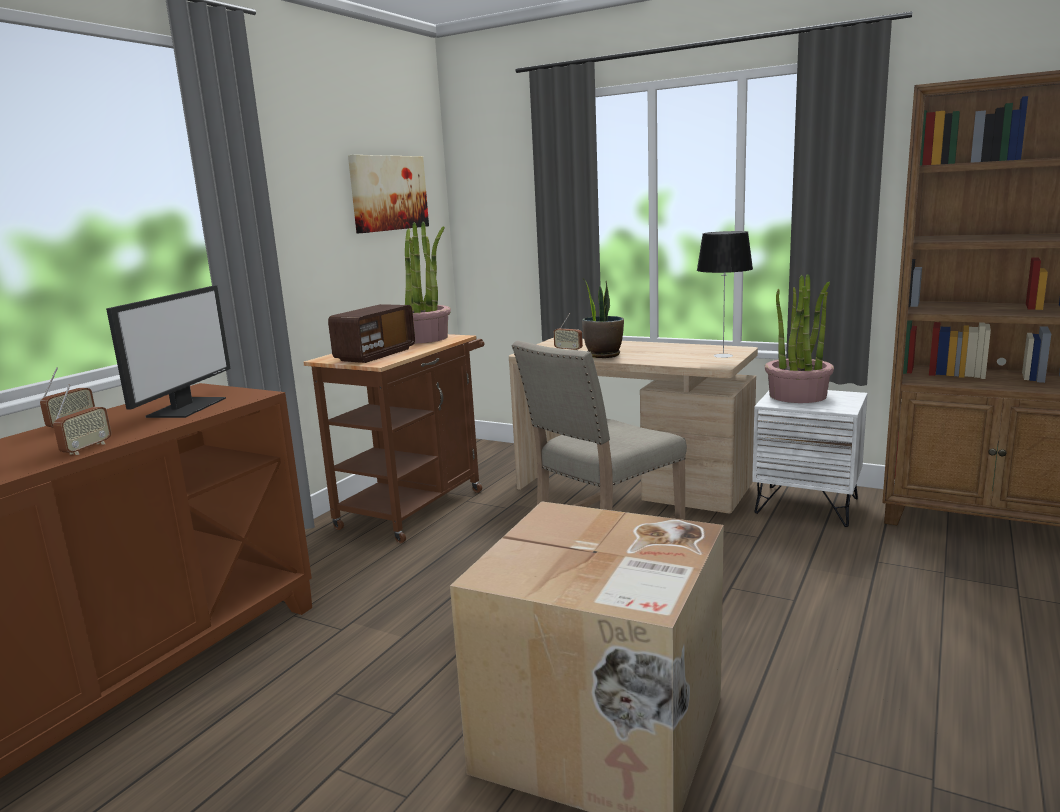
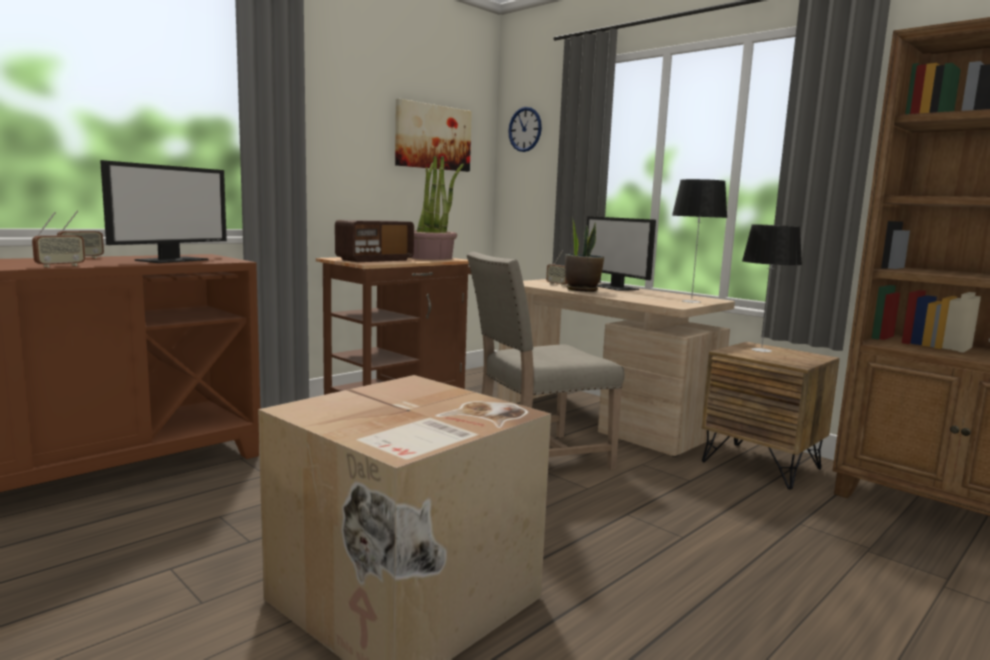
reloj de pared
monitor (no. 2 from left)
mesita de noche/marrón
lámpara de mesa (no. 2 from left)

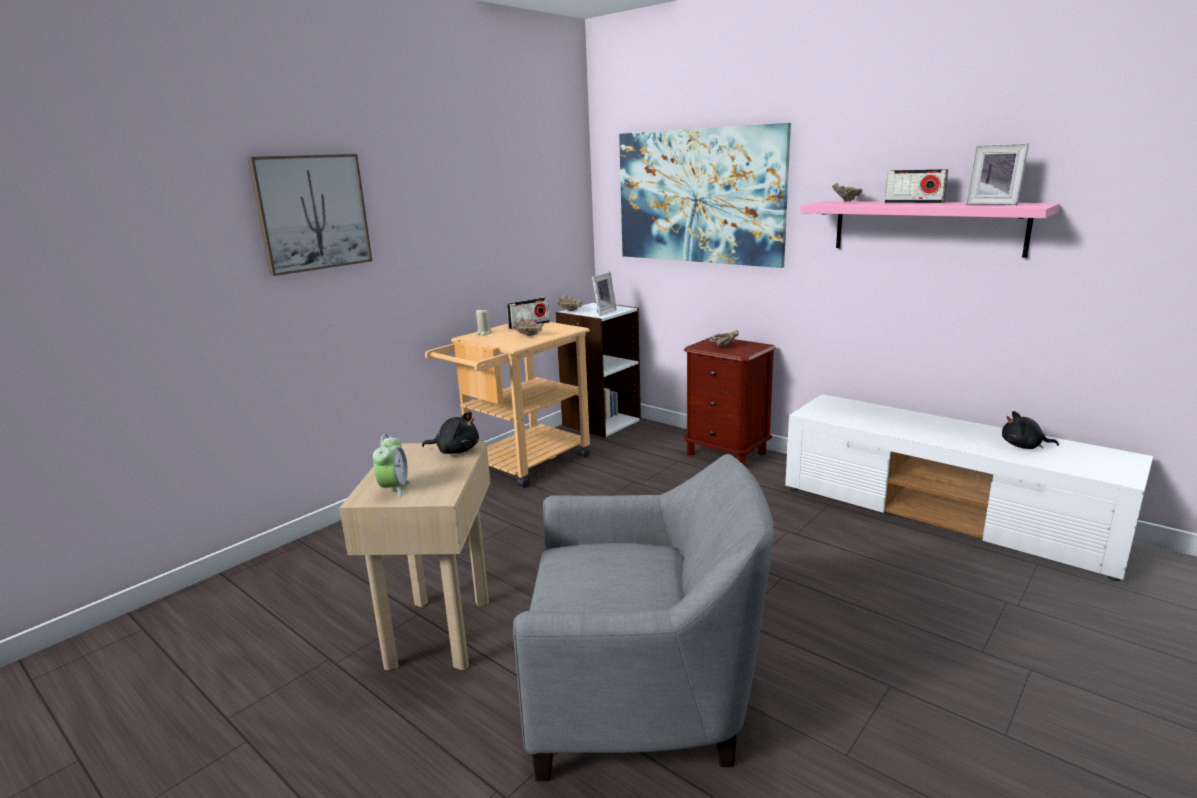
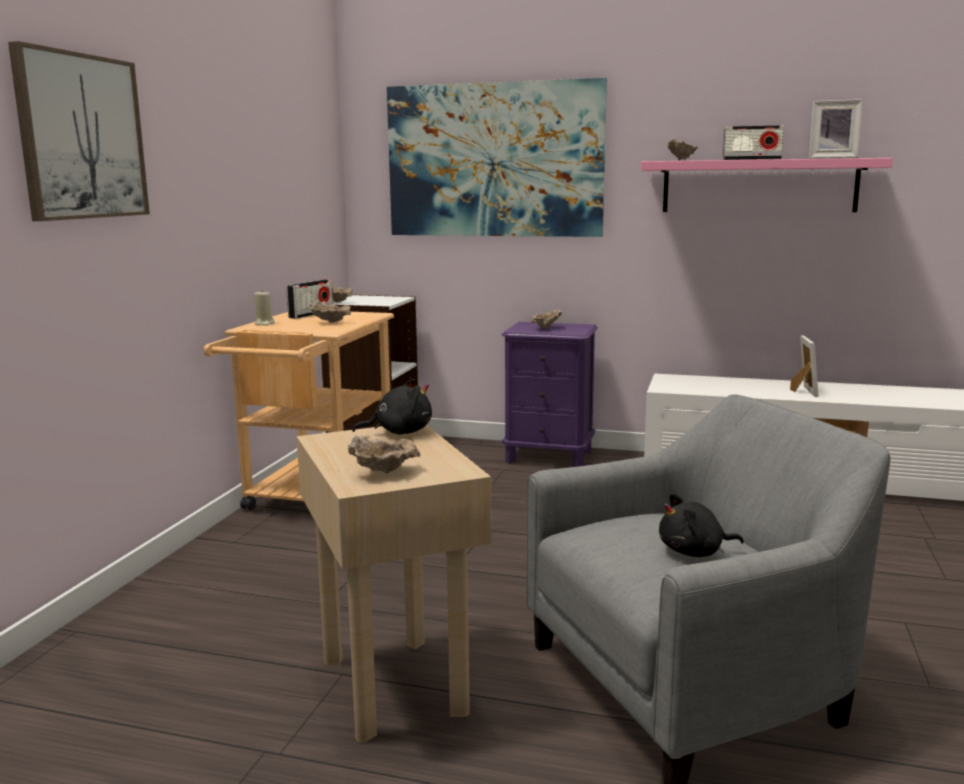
cuenco/beis (no. 3 from left)
mesita de noche/morado
peluche/negro (no. 2 from left)
portarretratos (no. 1 from left)

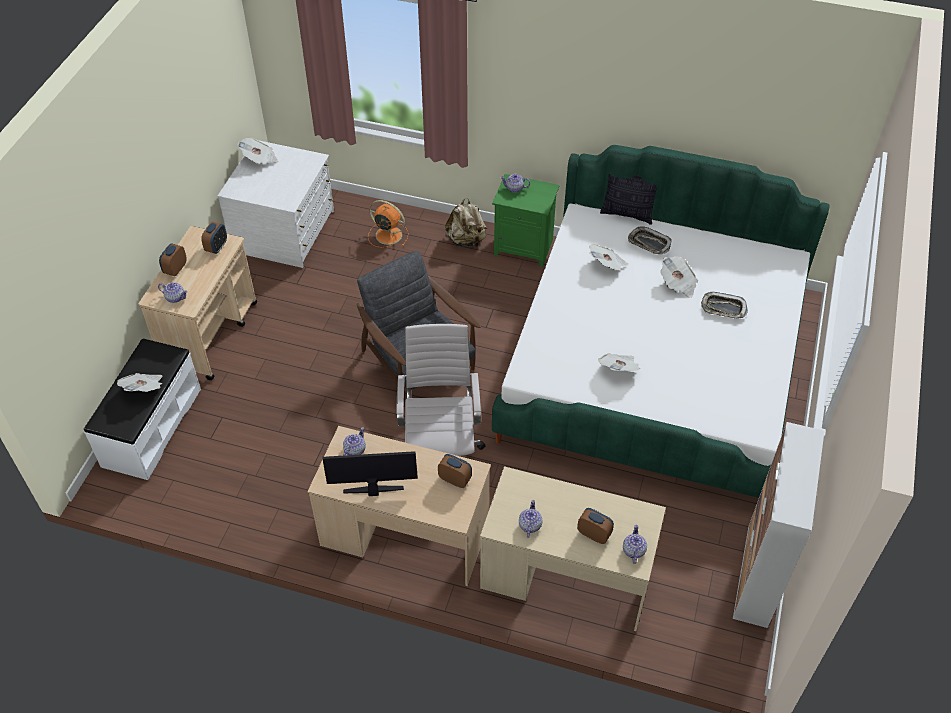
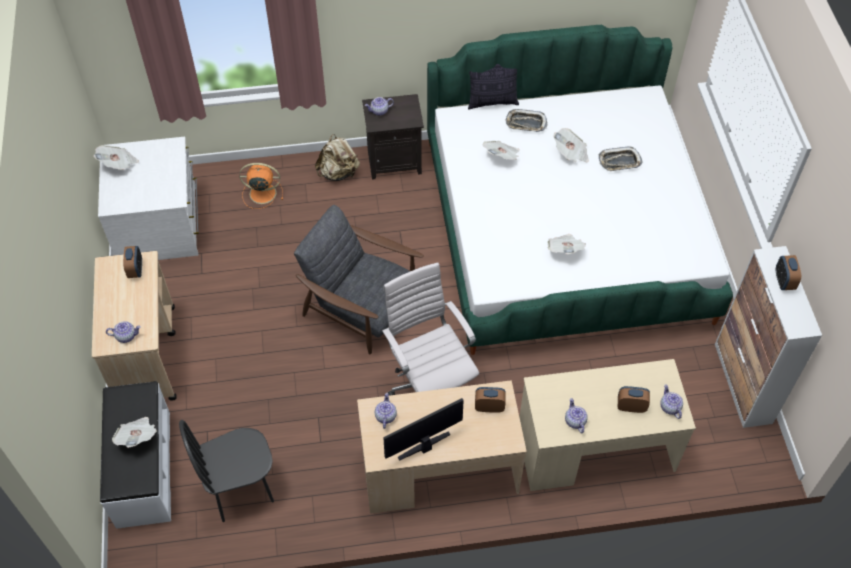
silla/negro
mesita de noche/negro
despertador (no. 4 from left)

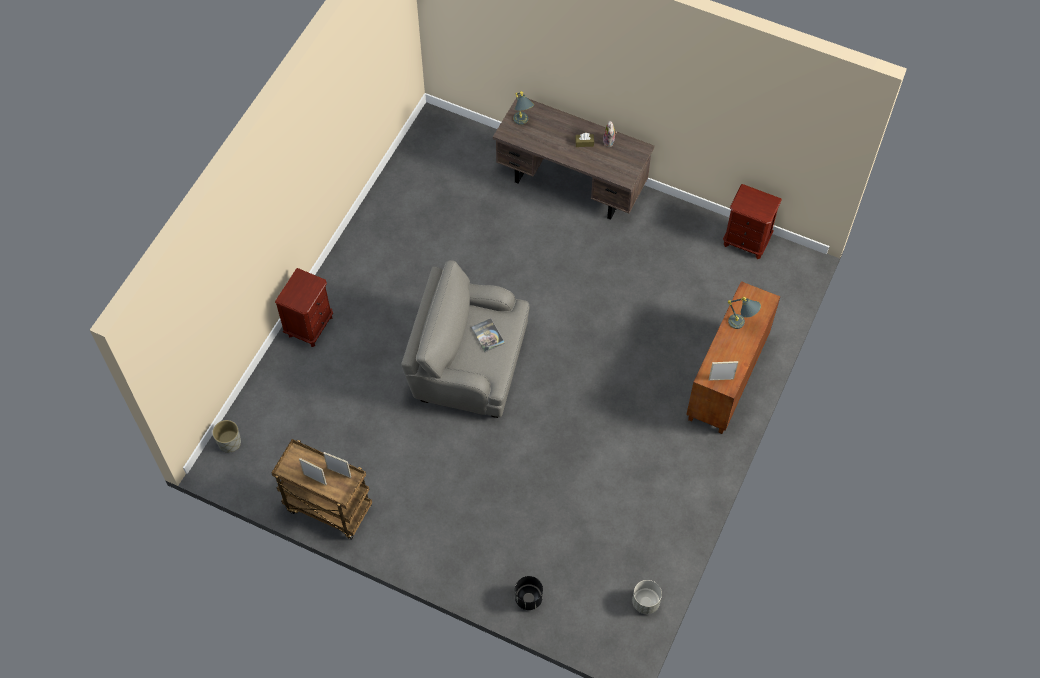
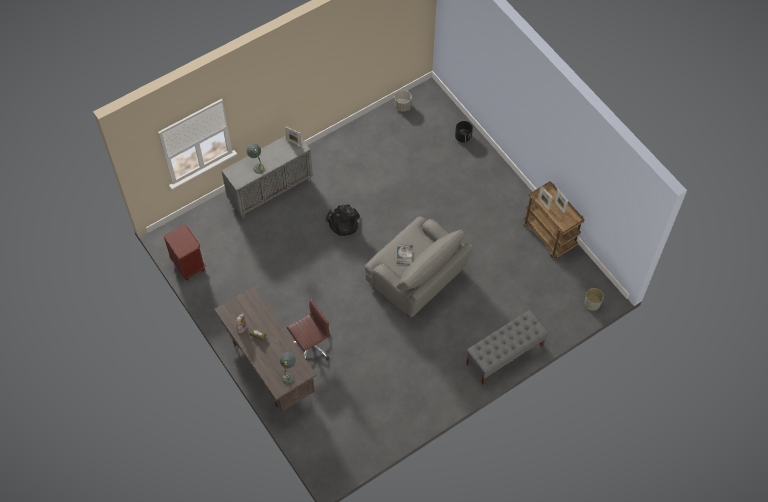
armario/gris
silla de oficina/marrón
mochila/negro
banco/gris

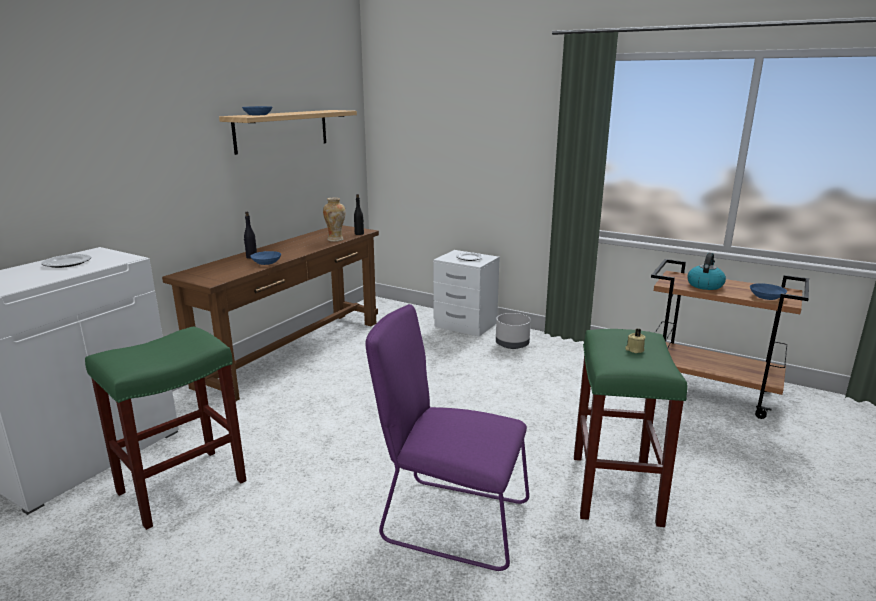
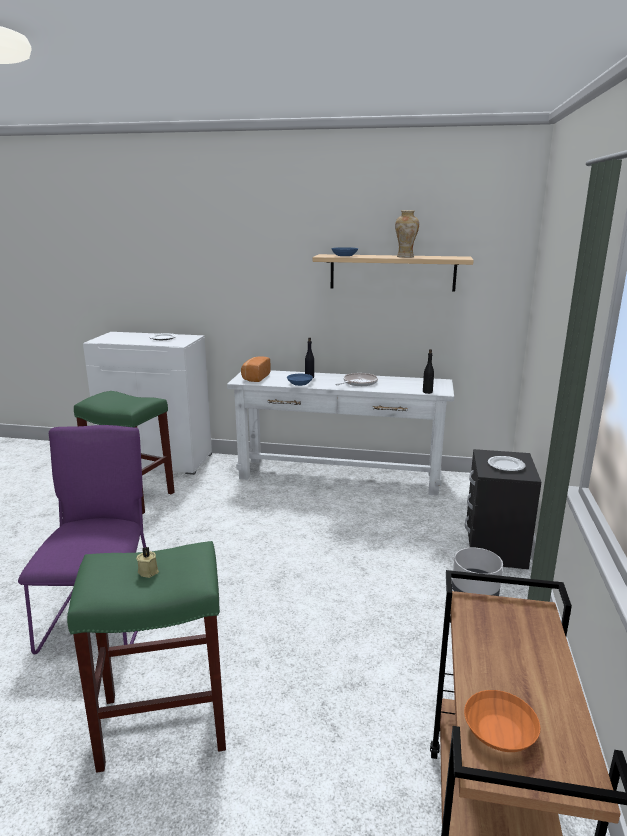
mesa consola/blanco
pan
sartén
florero
cuenco/naranja
mesita de noche/negro
hervidor

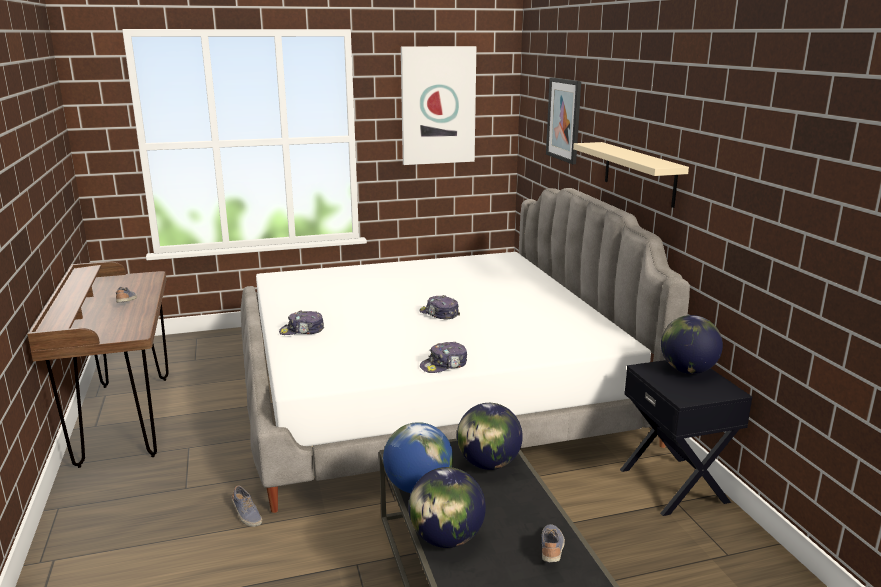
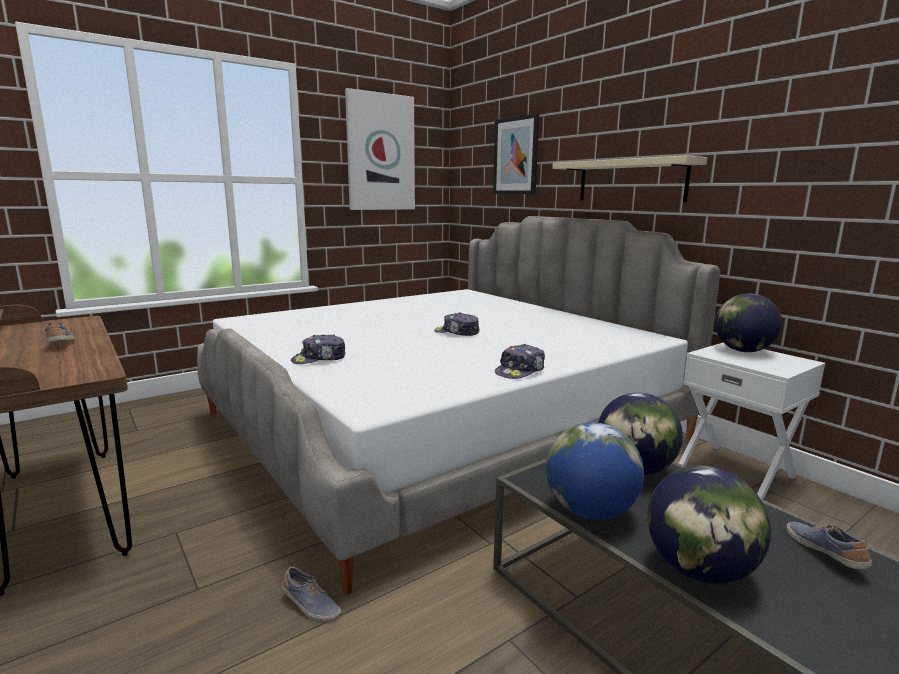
mesita de noche/blanco

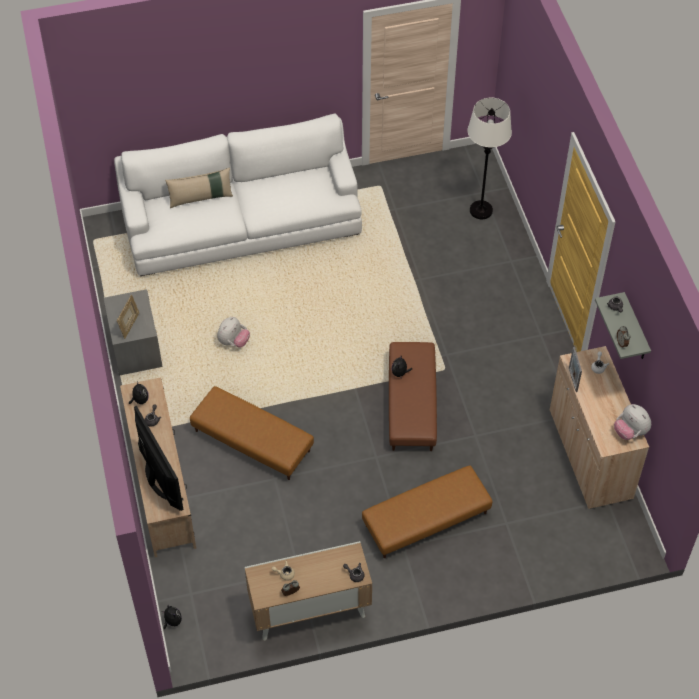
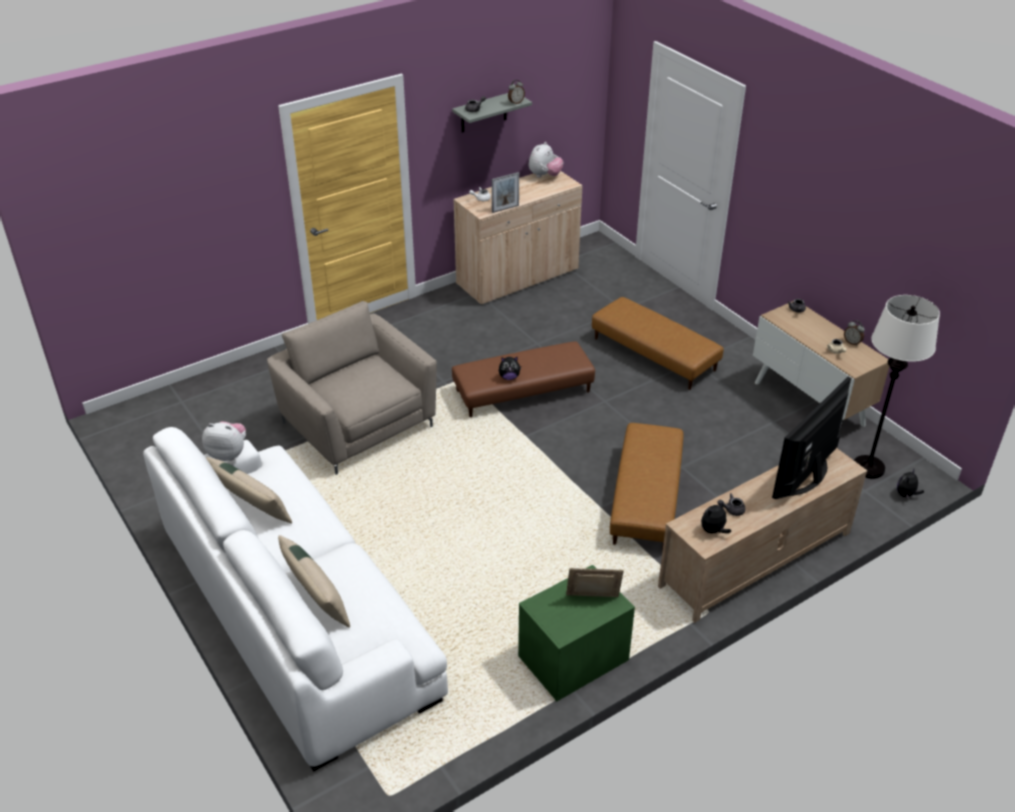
peluche (no. 1 from left)
cojín/beis (no. 1 from left)
sillón/beis
mesita de noche/verde
lámpara de pie/blanco

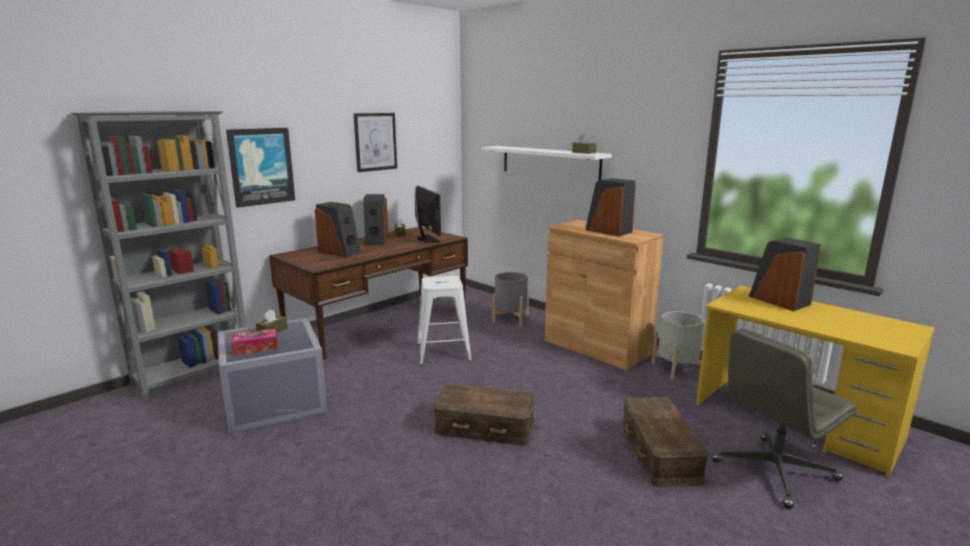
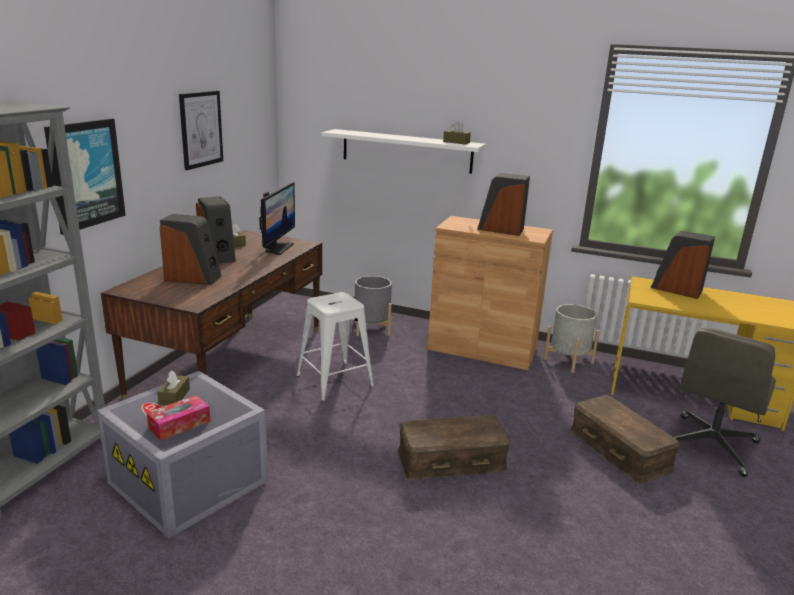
monitor

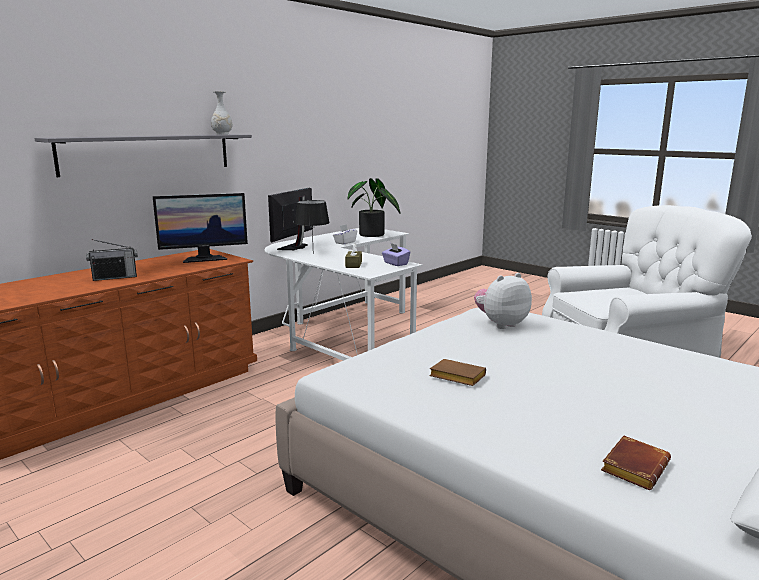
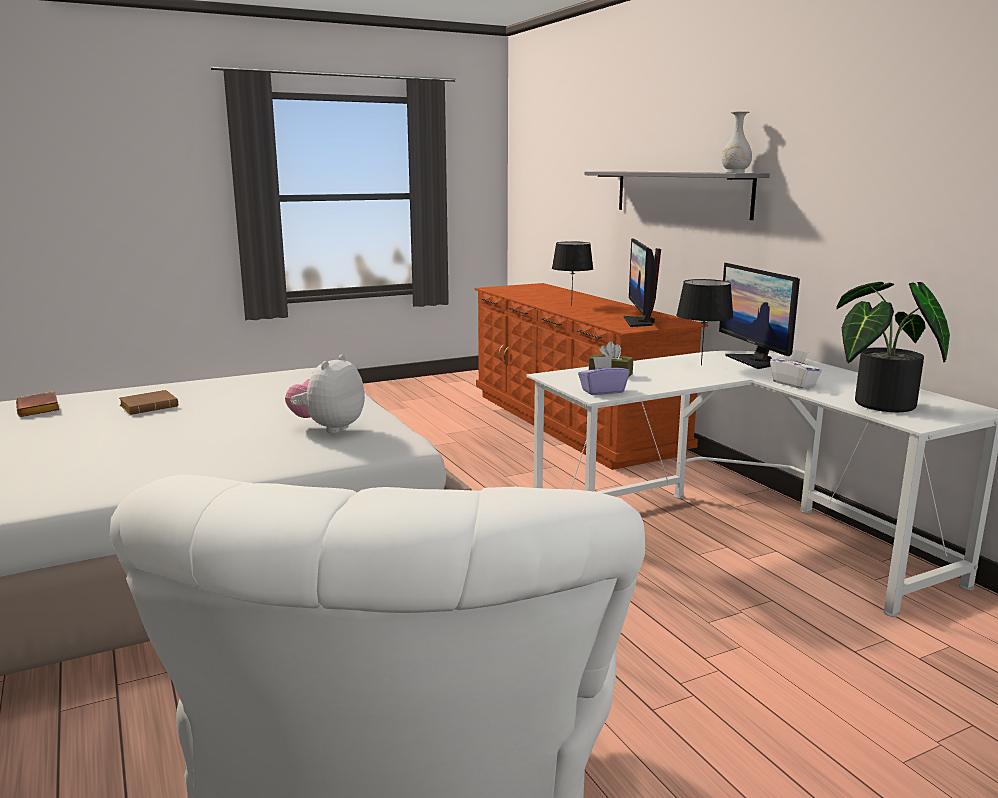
libro/marrón (no. 2 from left)
peluche
lámpara de mesa/negro (no. 1 from left)
monitor (no. 2 from left)

